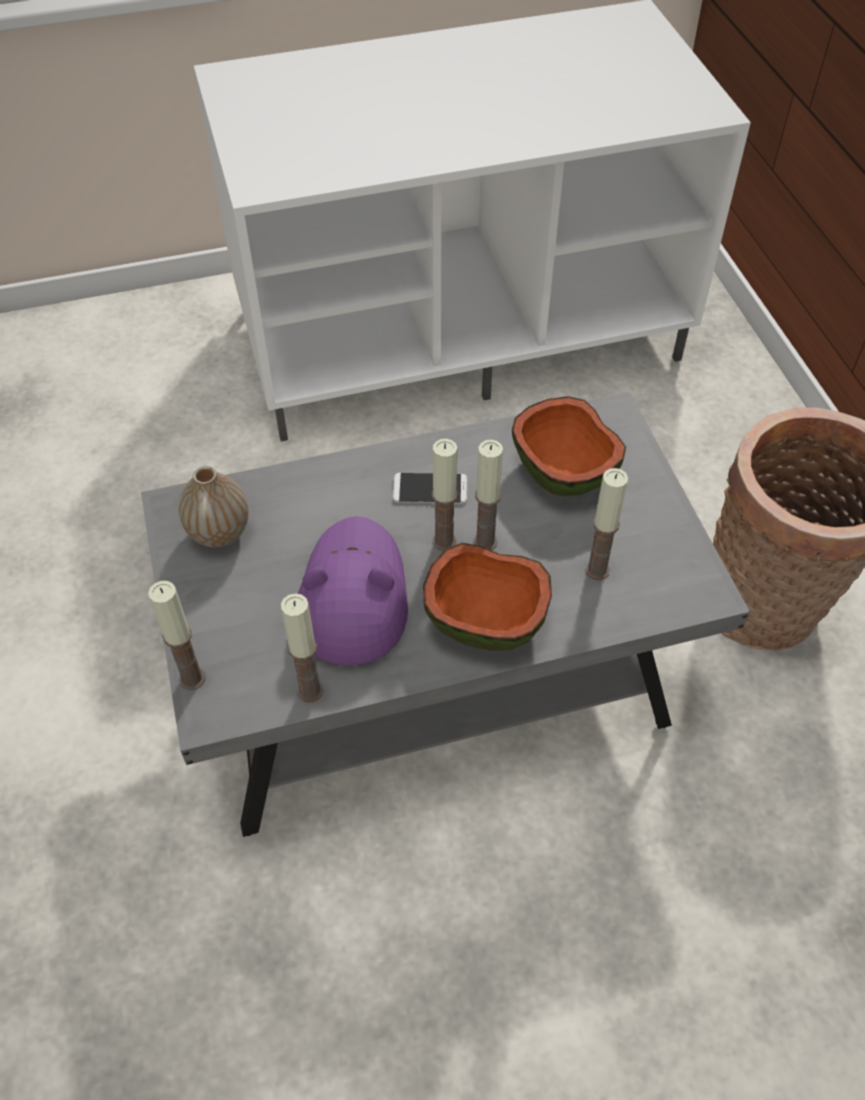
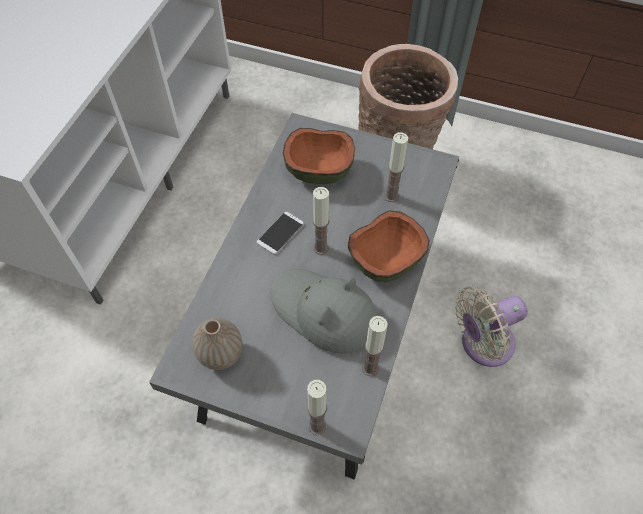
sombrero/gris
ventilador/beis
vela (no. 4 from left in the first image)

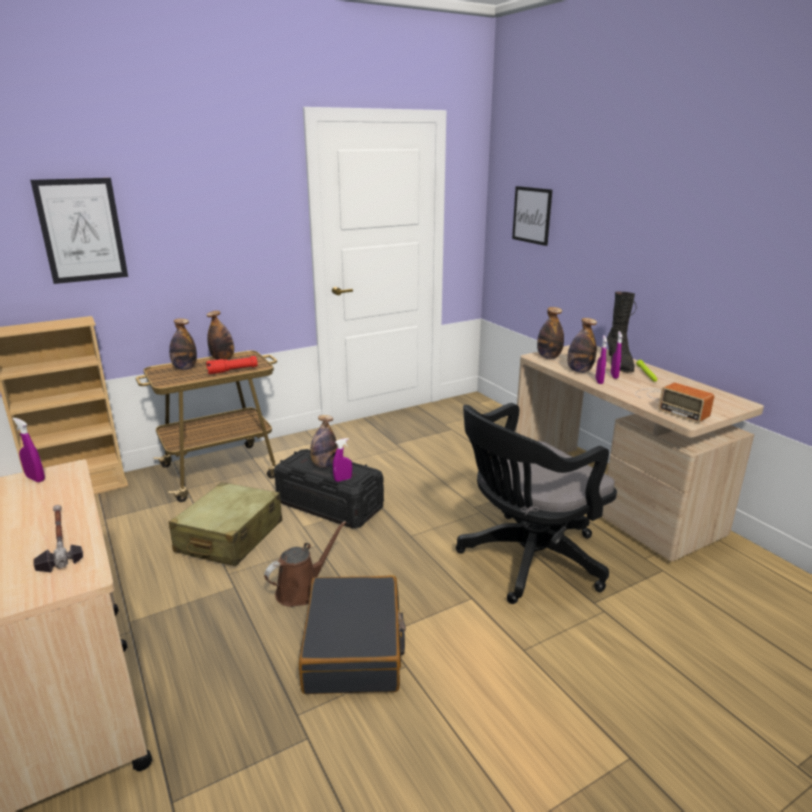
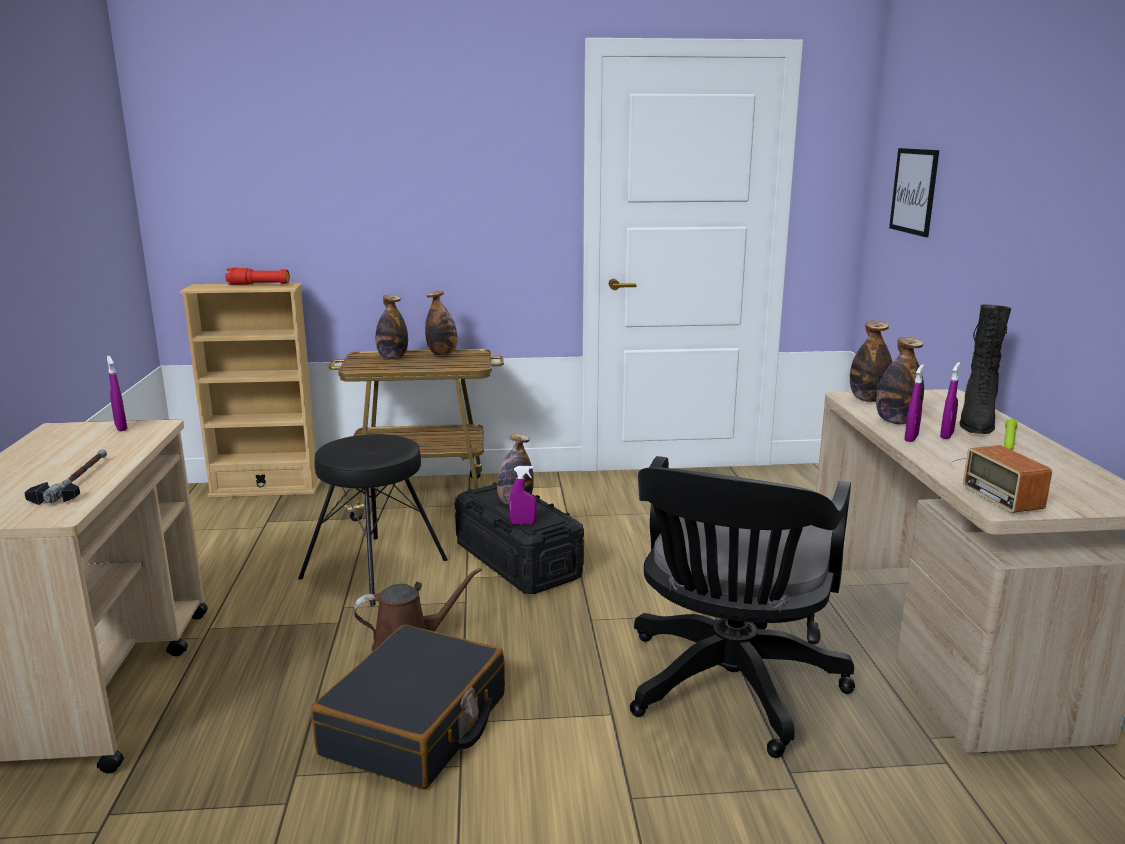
linterna/rojo
taburete/negro
silla de oficina/negro
cuadro (no. 1 from left in the first image)

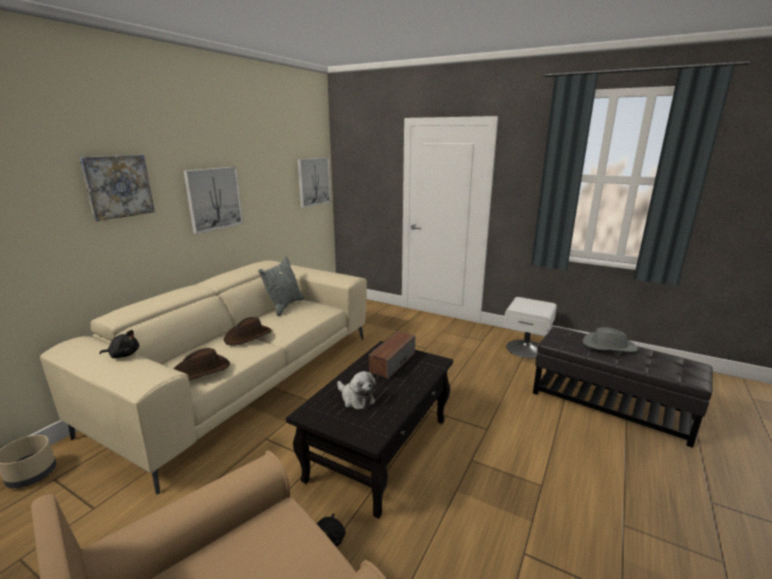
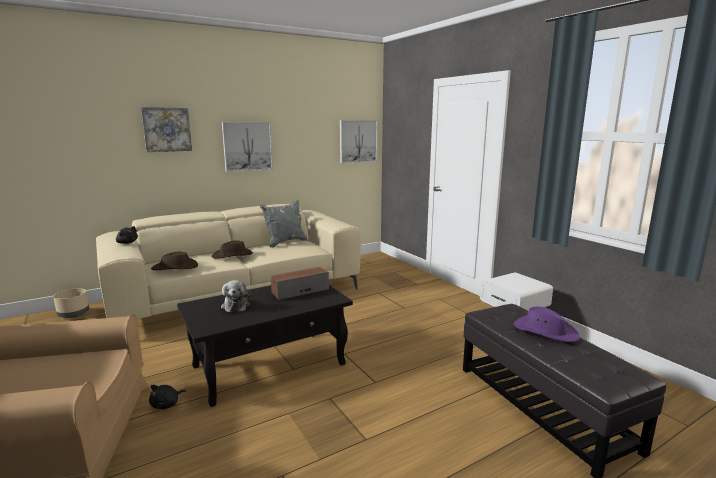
sombrero/morado

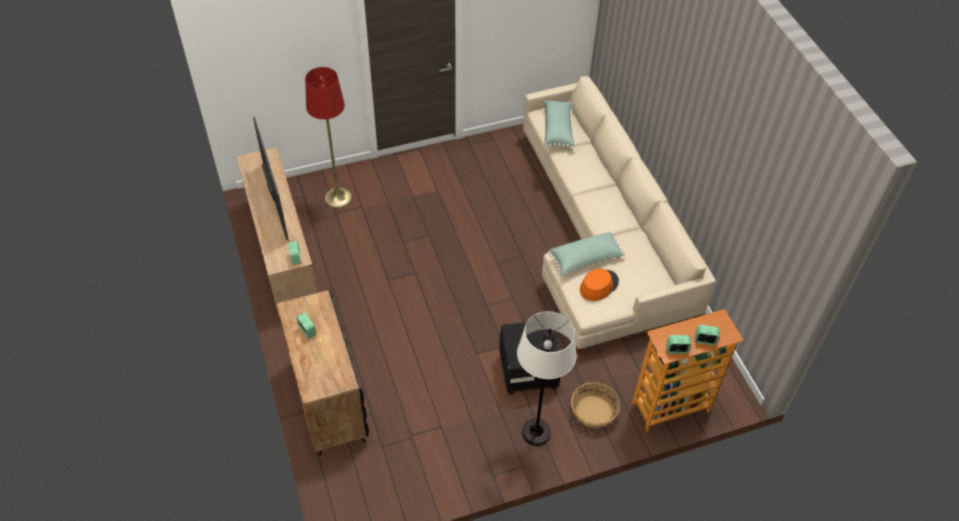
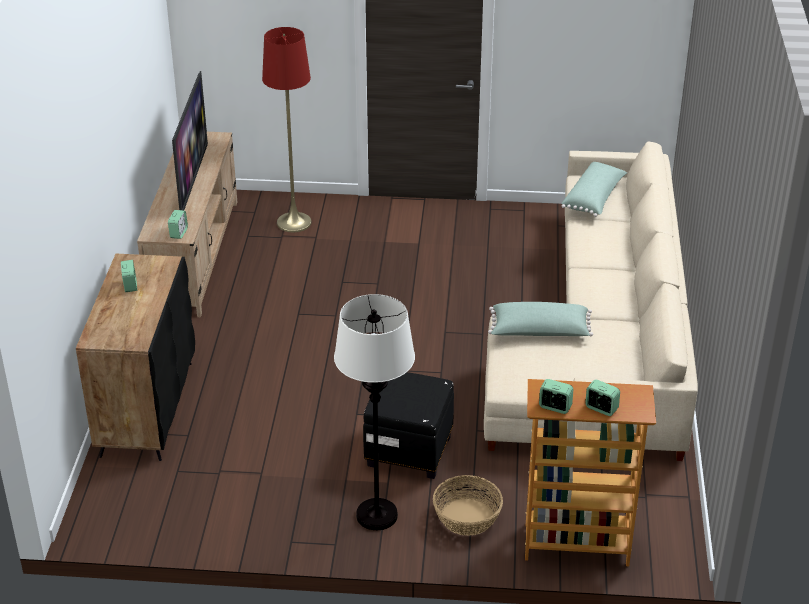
sombrero/naranja

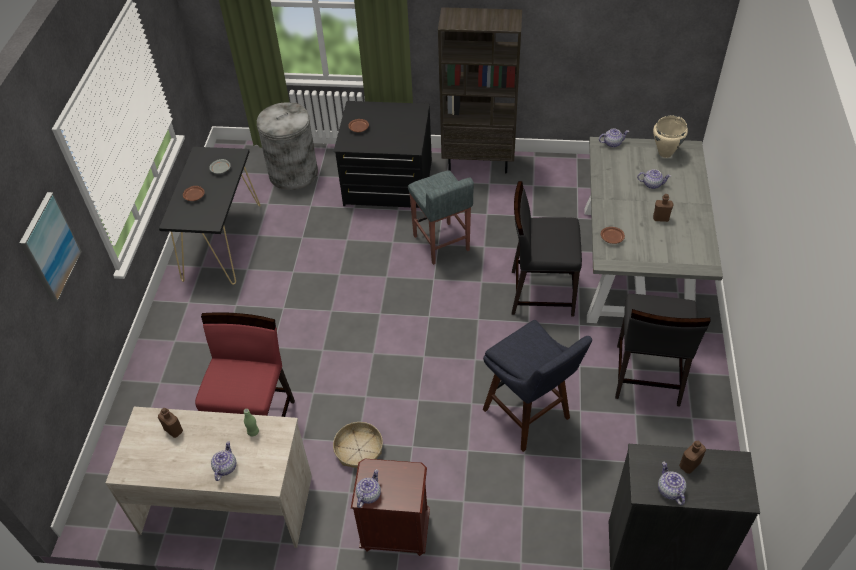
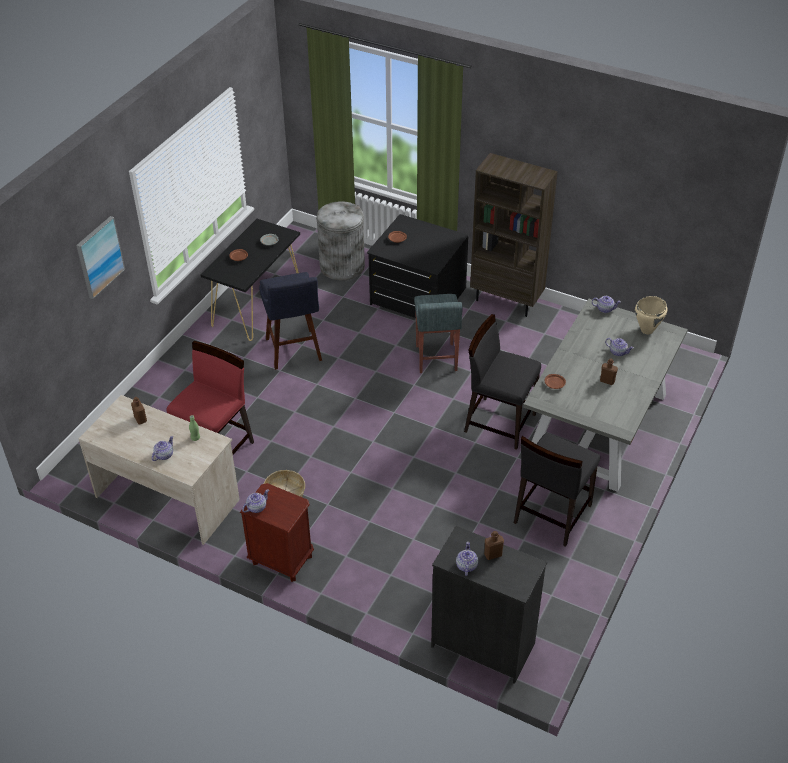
taburete/azul

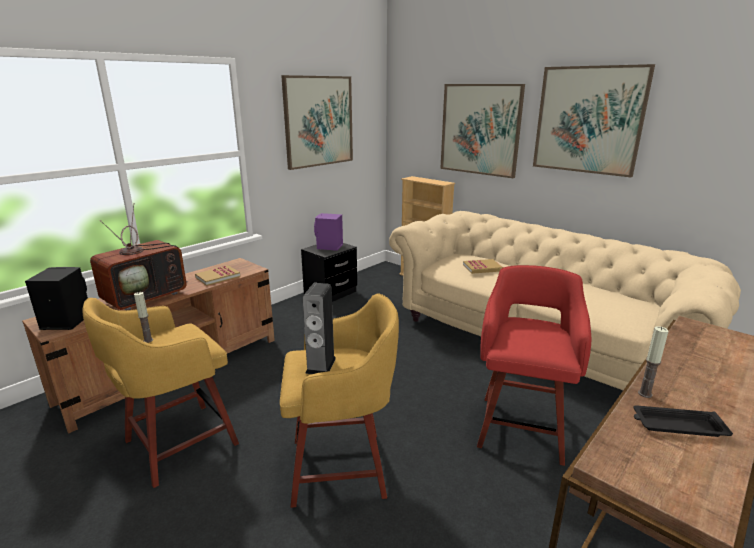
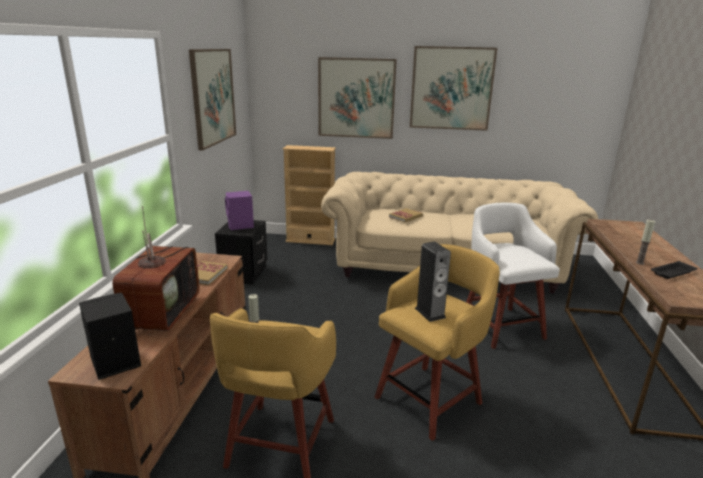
taburete/blanco

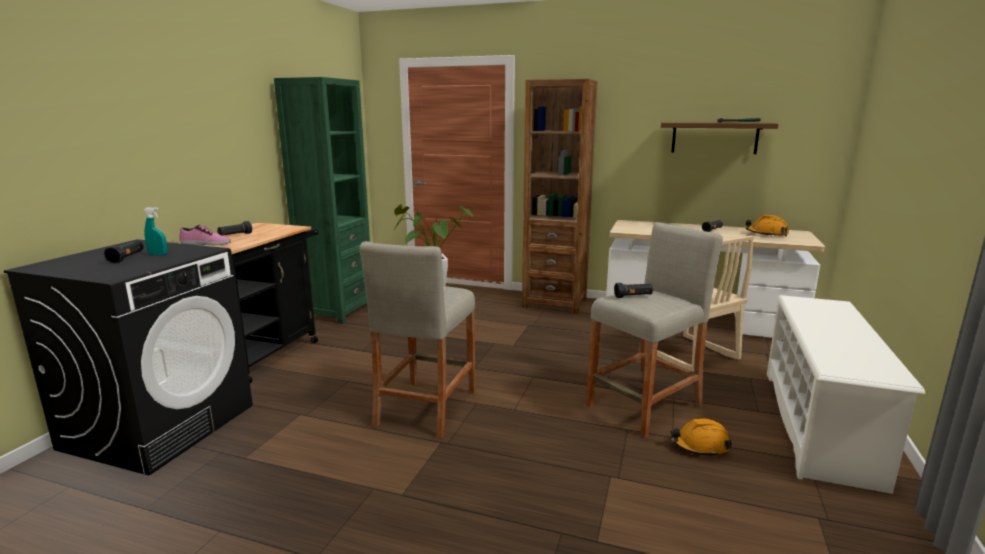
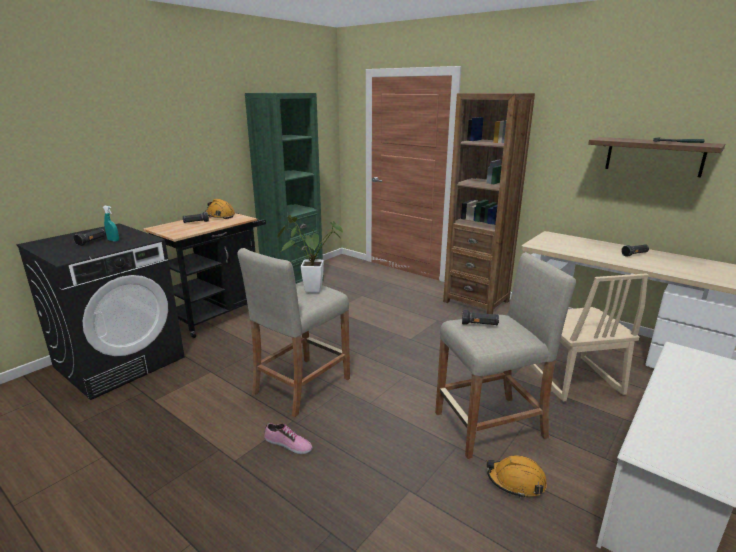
casco/naranja (no. 1 from left)
zapato

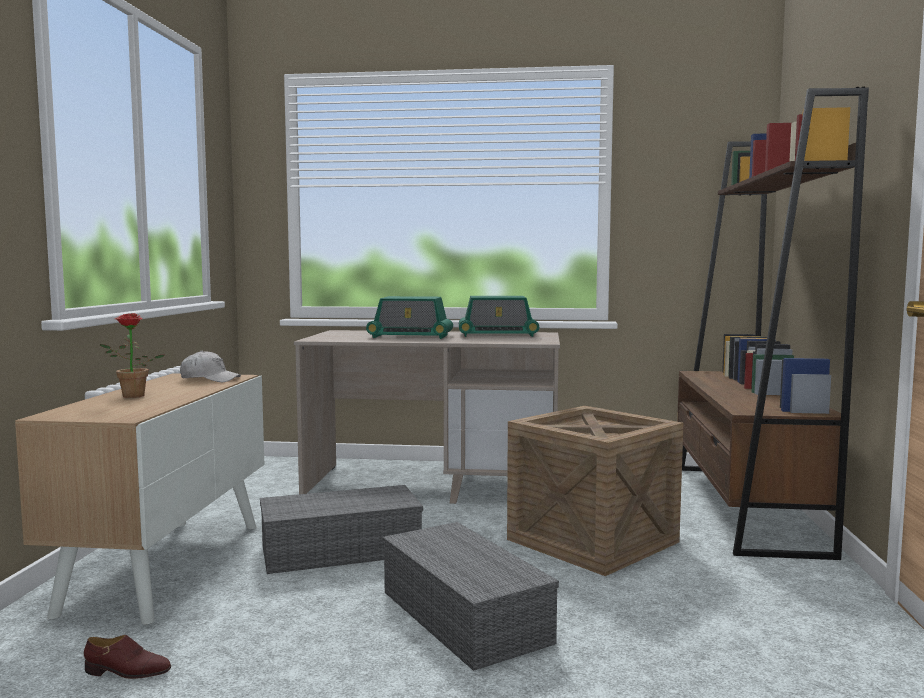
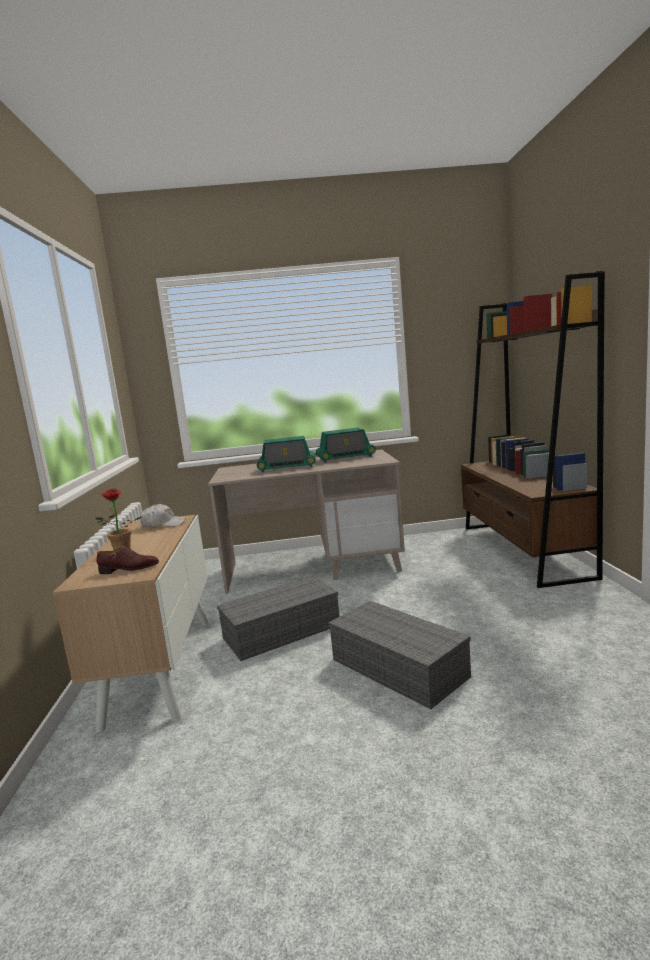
zapato/marrón
caja de embalaje

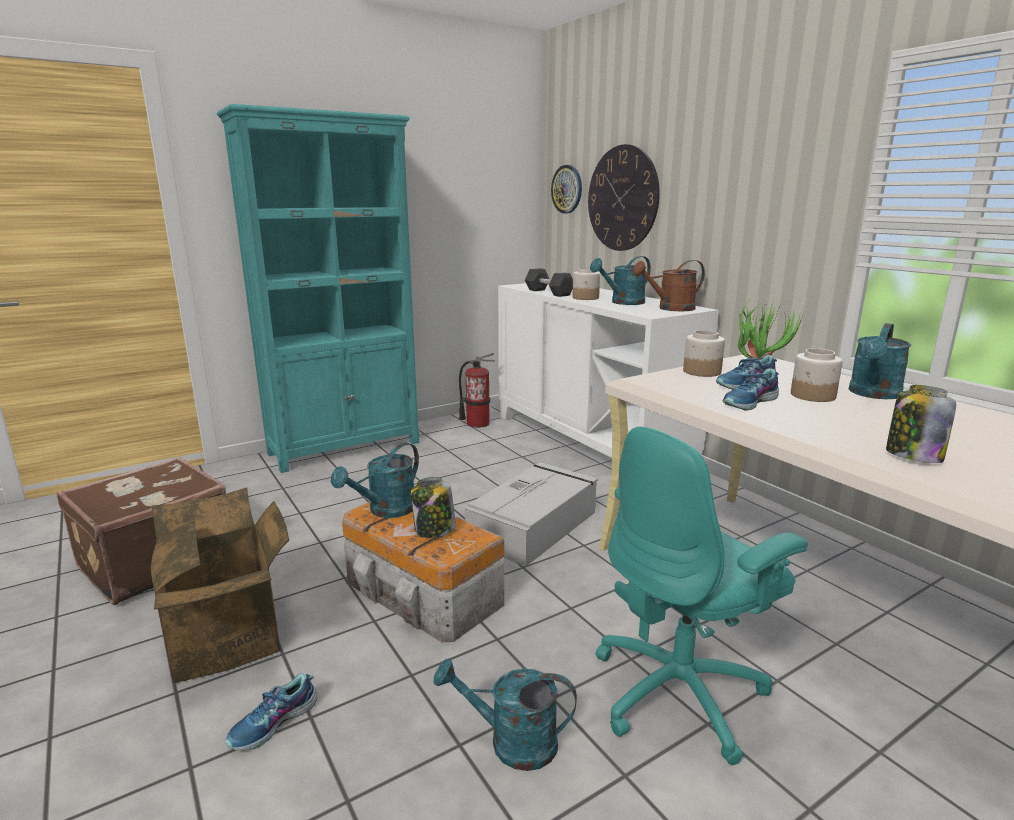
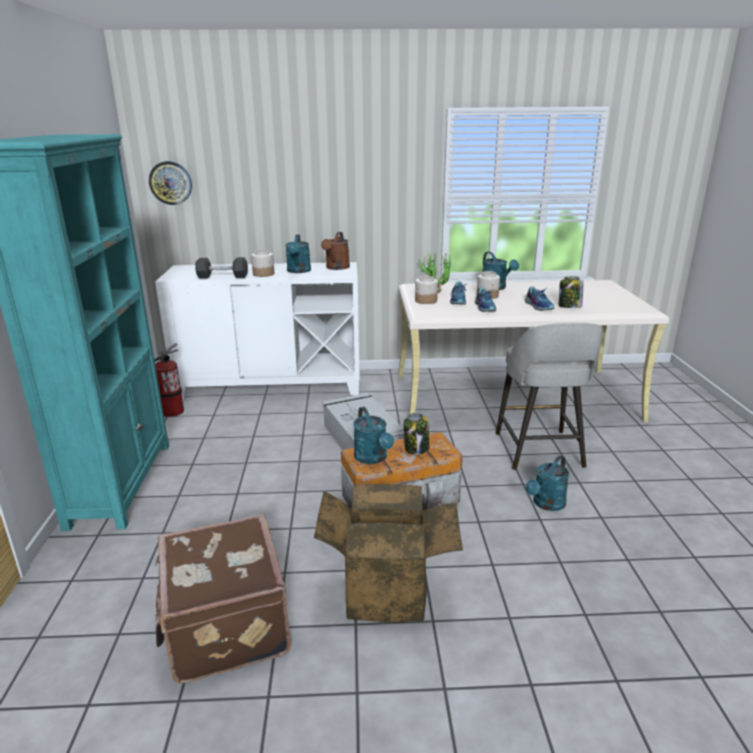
taburete/gris
zapato (no. 3 from left)
reloj de pared (no. 2 from left in the first image)

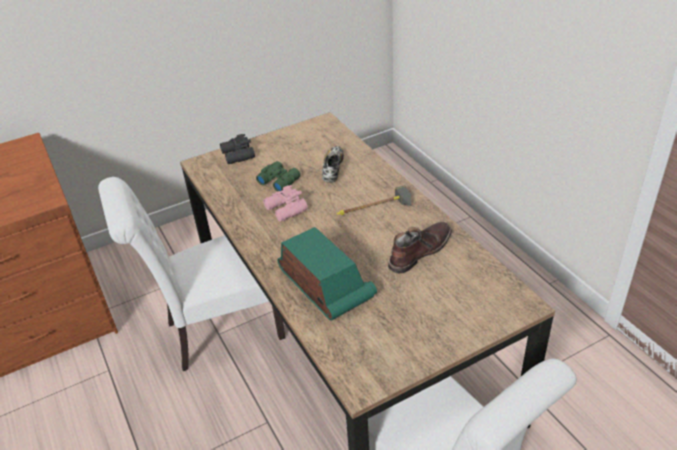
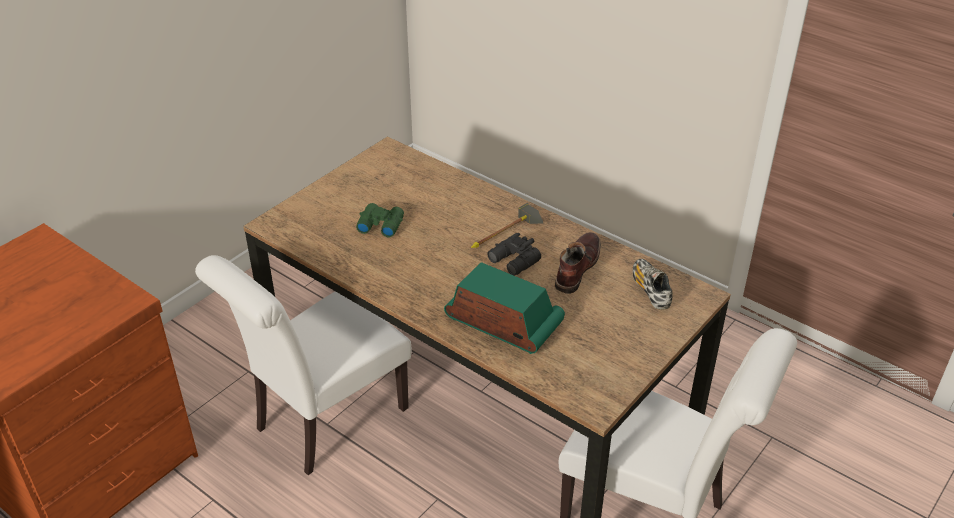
prismáticos/negro
zapato
prismáticos/rosa

